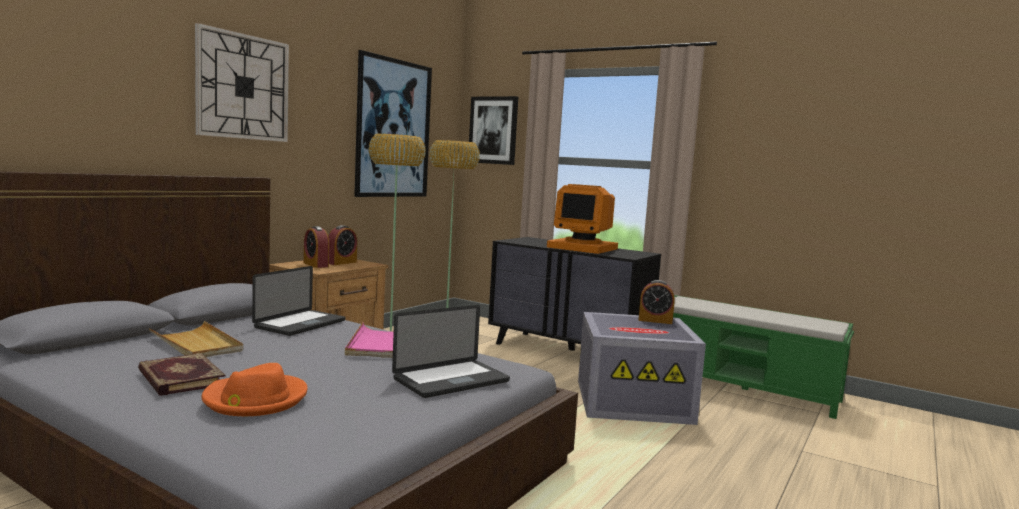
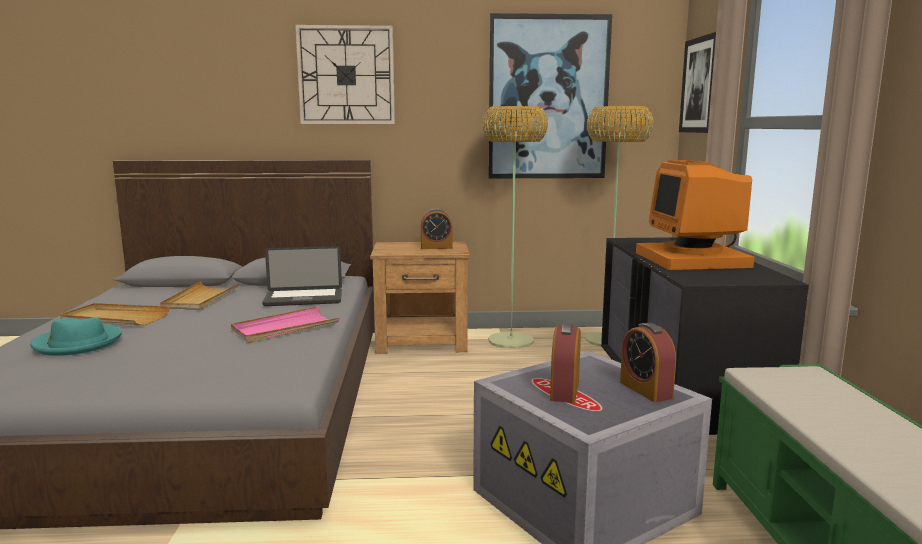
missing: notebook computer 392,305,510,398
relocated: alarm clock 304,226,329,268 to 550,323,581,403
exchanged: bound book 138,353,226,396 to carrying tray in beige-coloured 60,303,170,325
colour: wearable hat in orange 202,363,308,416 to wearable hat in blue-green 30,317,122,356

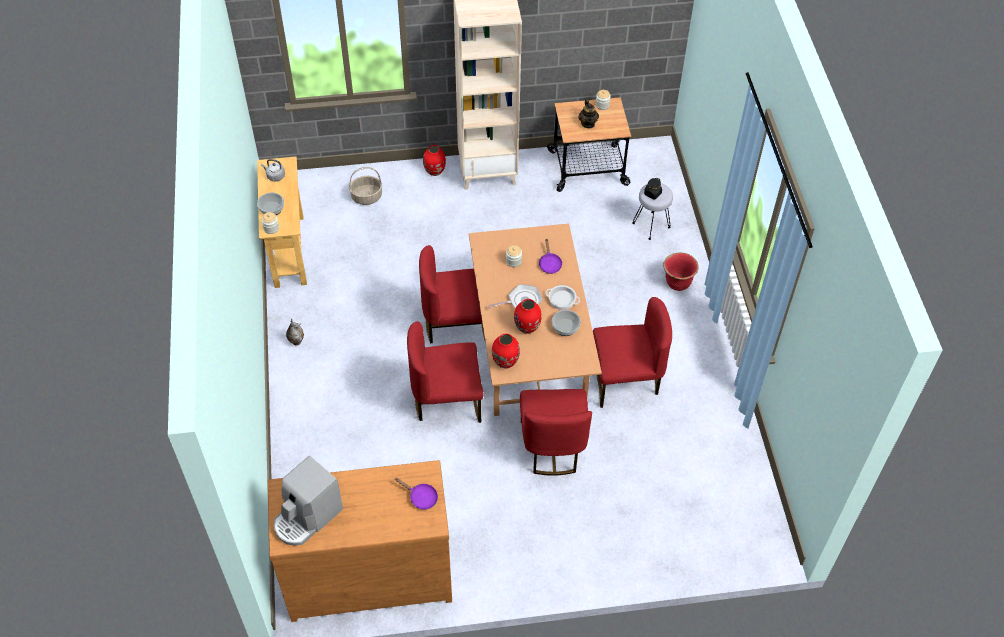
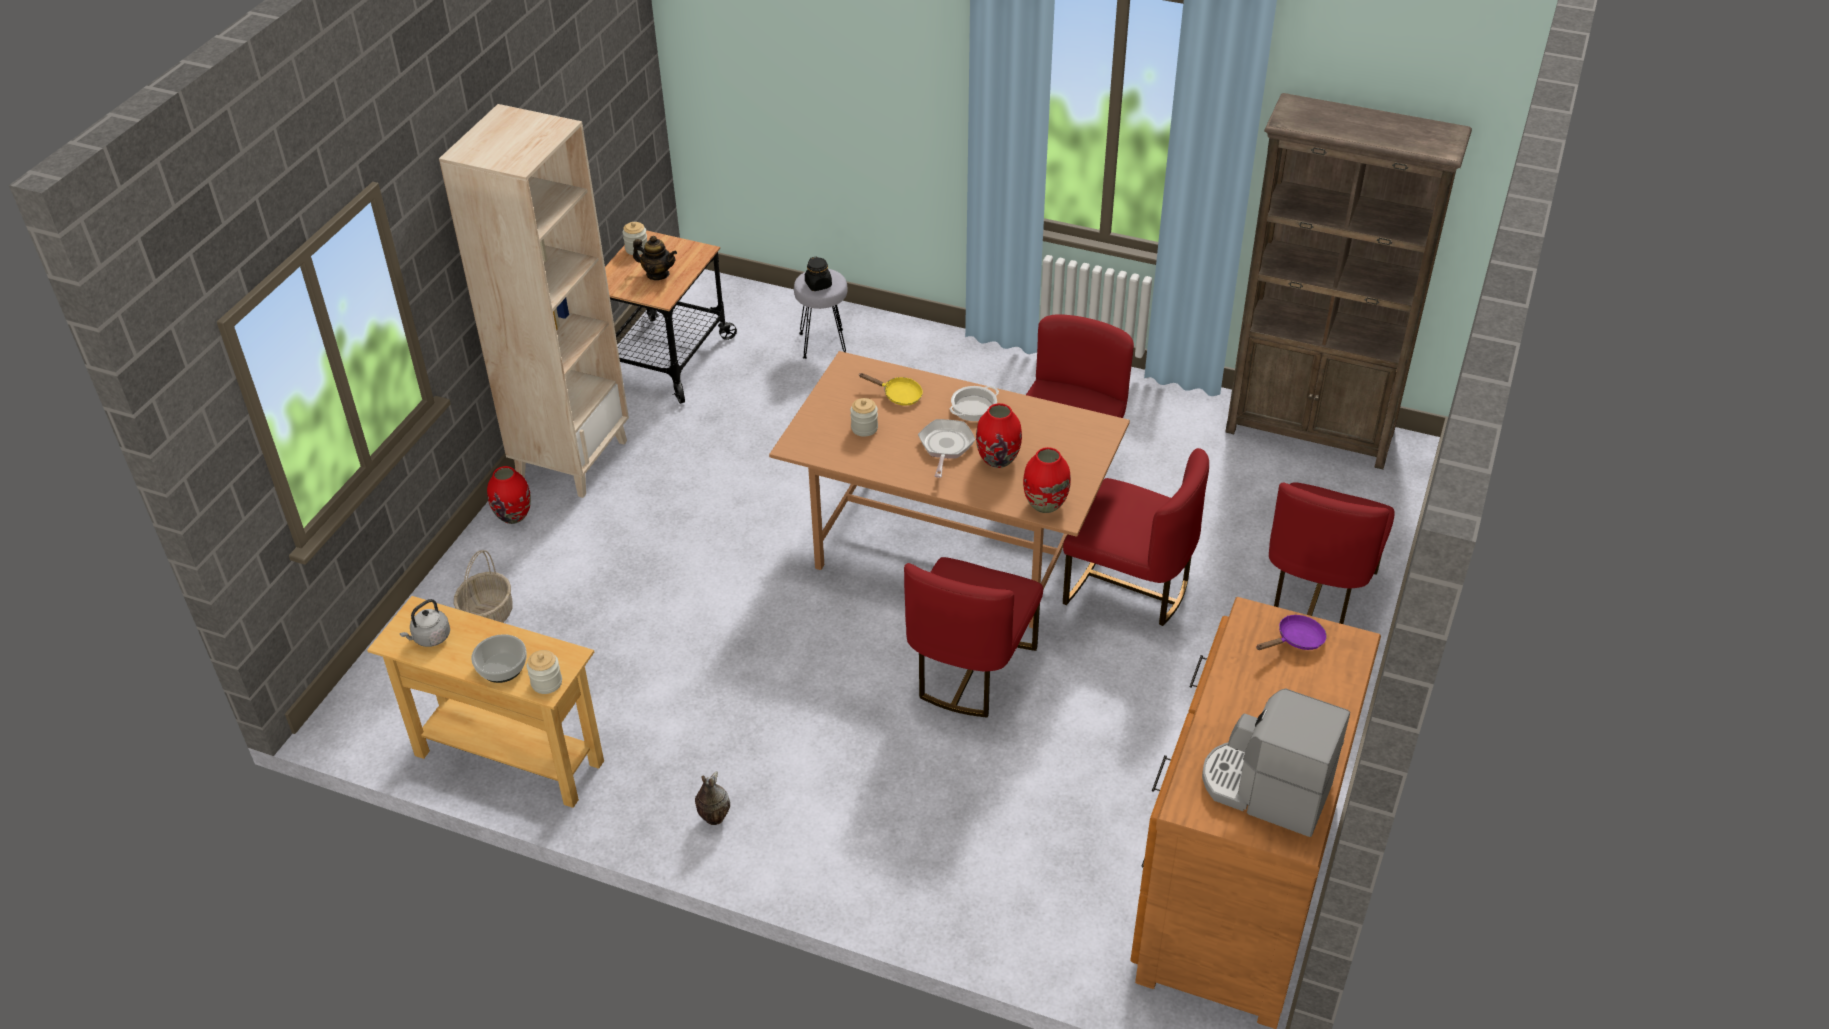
missing: flower pot in reddish 663,253,699,291; bowl 552,310,581,336
appeared: bookshelf in brown 1225,93,1472,470
relocated: upright chair in reddish 419,245,485,343 to 1269,482,1395,624
colour: frying pan in purple-coloured 539,238,562,274 to frying pan in yellow-coloured 859,373,923,406
spun: coffee brewer 274,456,343,546 = 1202,688,1350,837 135 degrees clockwise

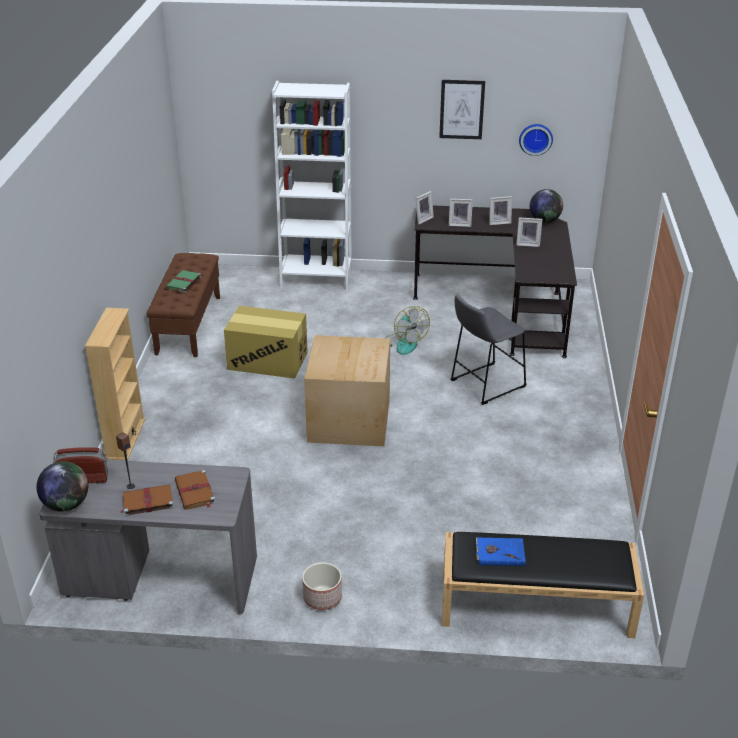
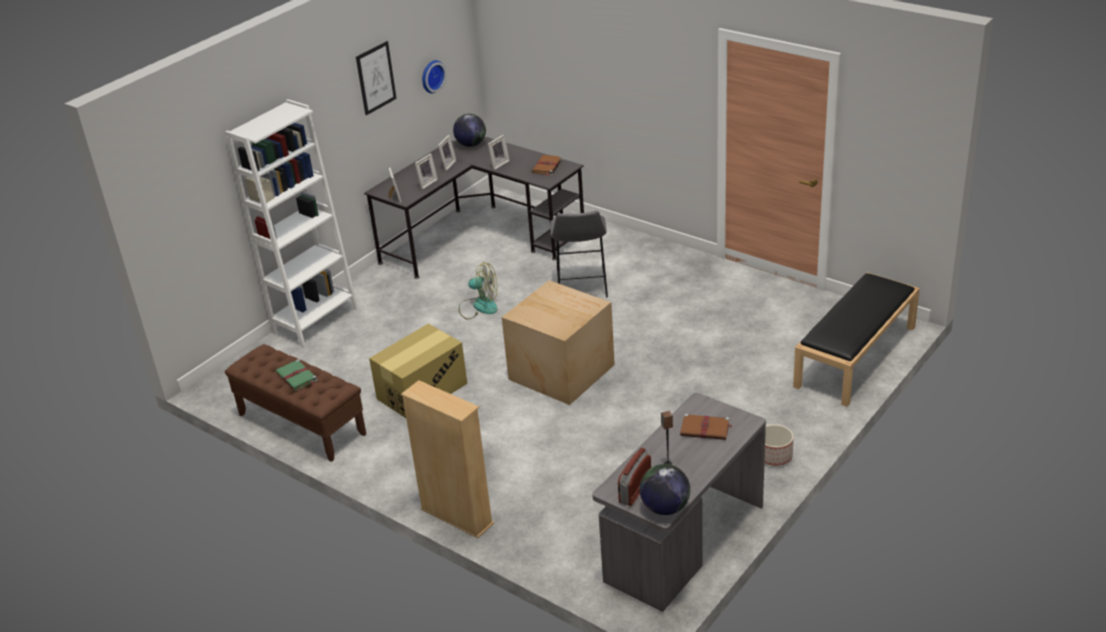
missing: bound book in blue 476,537,526,566
relocated: bound book in brown 121,485,174,516 to 531,155,562,176

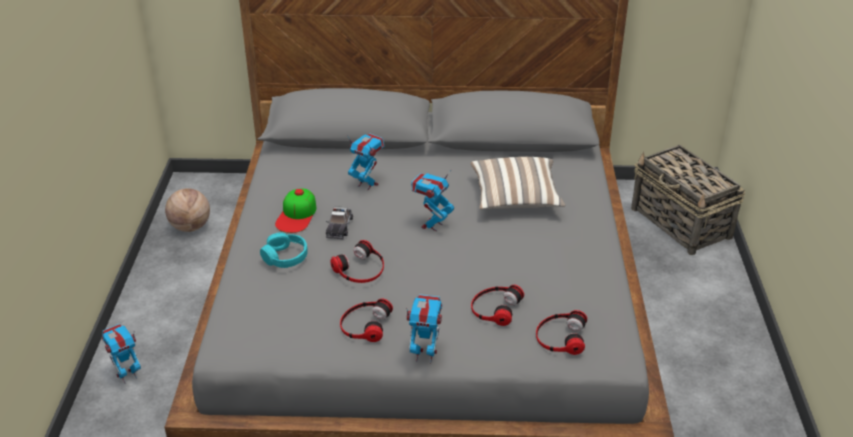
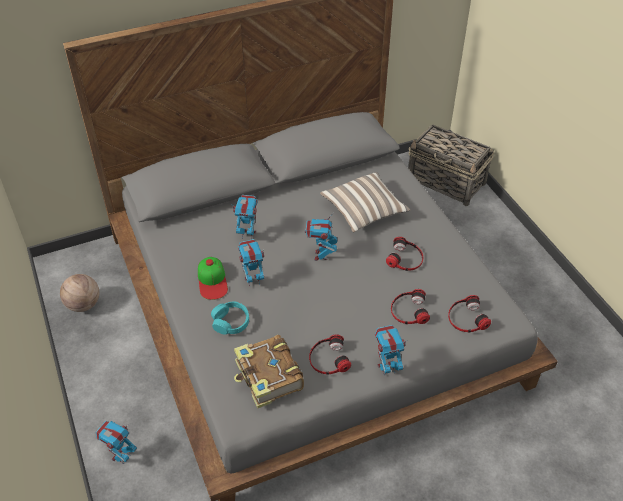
appeared: bound book 234,335,304,409
relocated: headphones 331,240,384,283 to 386,237,423,271
exchanged: toy car 326,206,353,239 to toy robot 238,239,264,286

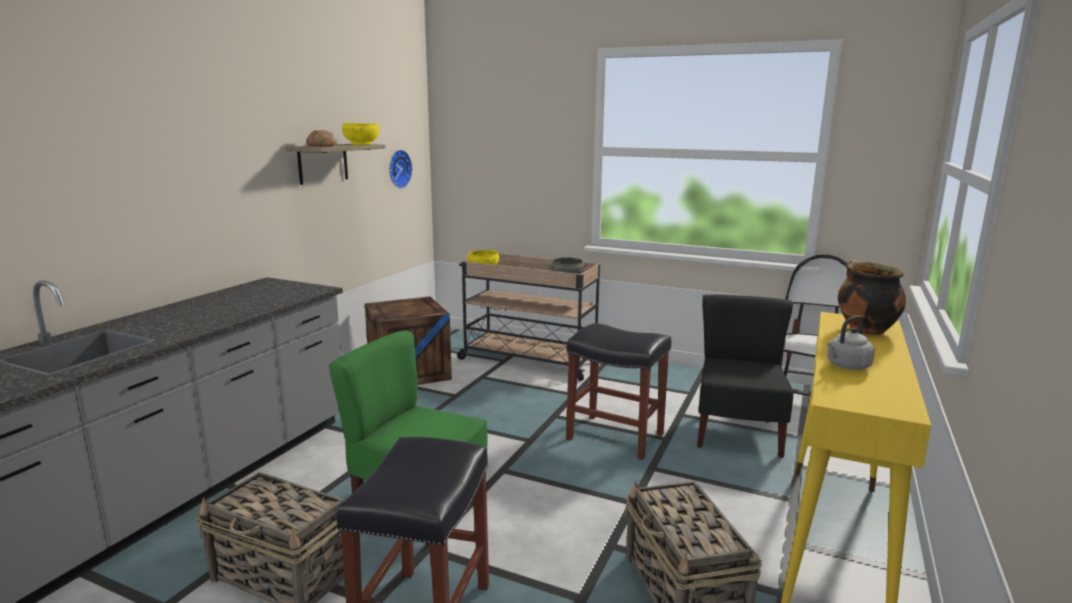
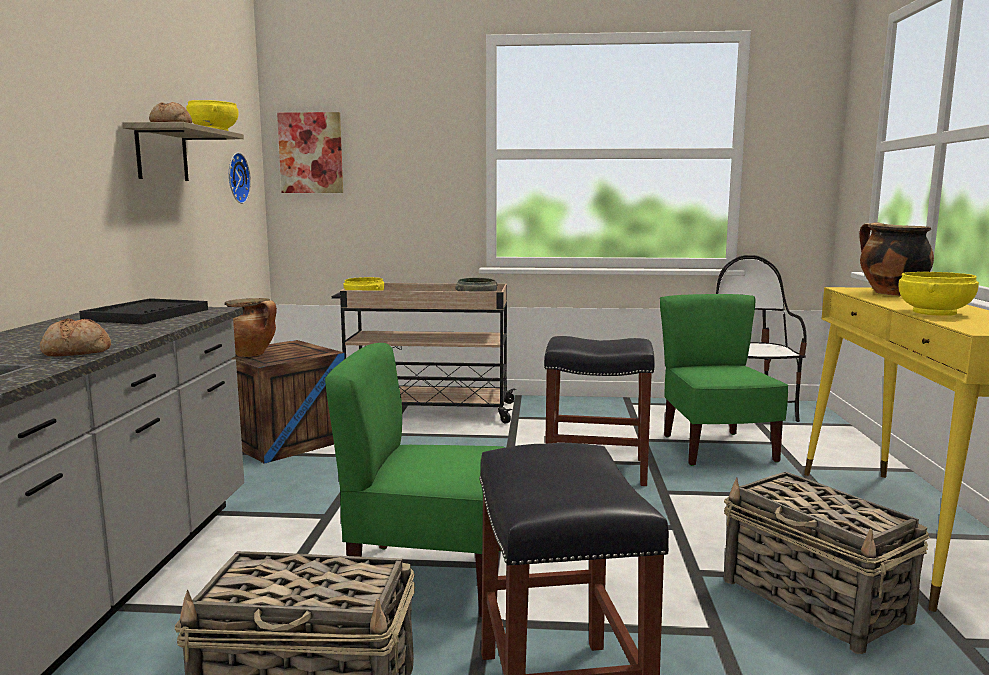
appeared: wall picture 277,112,343,193; carrying tray in black-coloured 79,298,208,324; saucepot 225,298,277,357; bread 40,319,111,356
exchanged: tea kettle in grey 827,316,875,370 to bowl in yellow-coloured 899,272,979,316
colour: upright chair in black-coloured 697,295,794,458 to upright chair in greenish 660,294,788,466

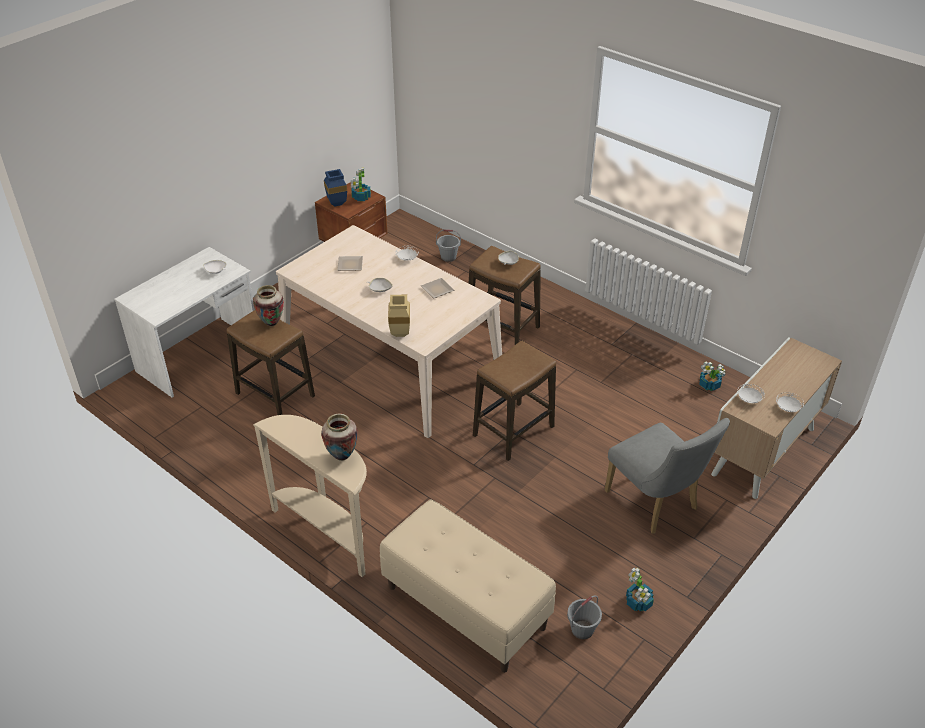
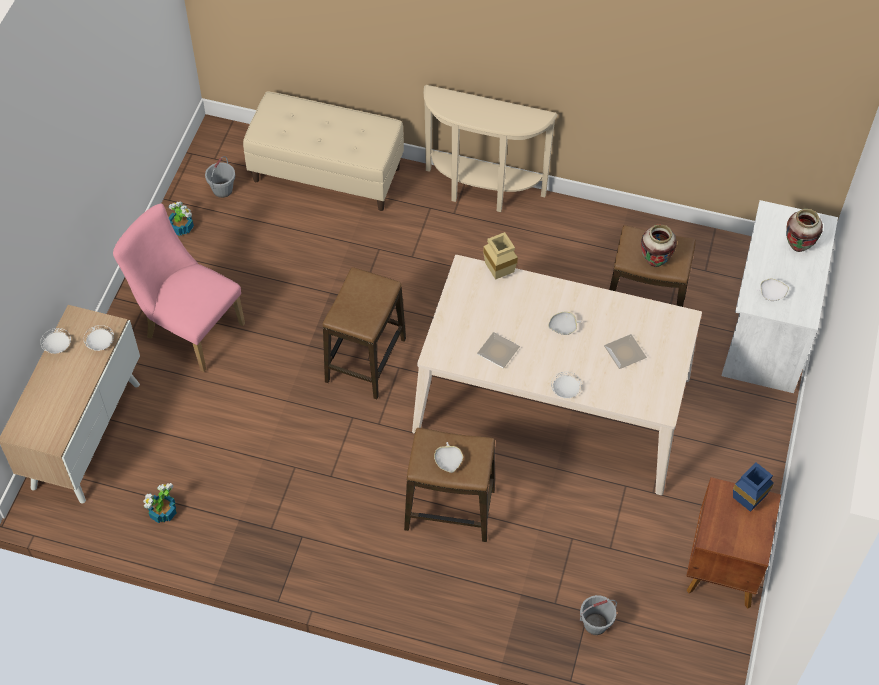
missing: plant in a pot 351,168,371,201
relocated: decorative vase 321,414,358,461 to 786,209,823,252
colour: upright chair in grey 604,418,730,534 to upright chair in pinkish 113,203,245,372

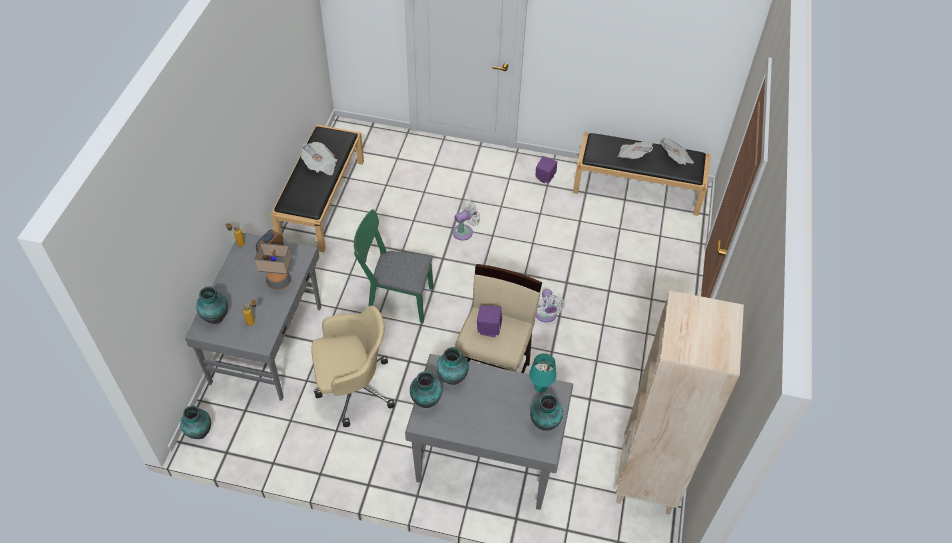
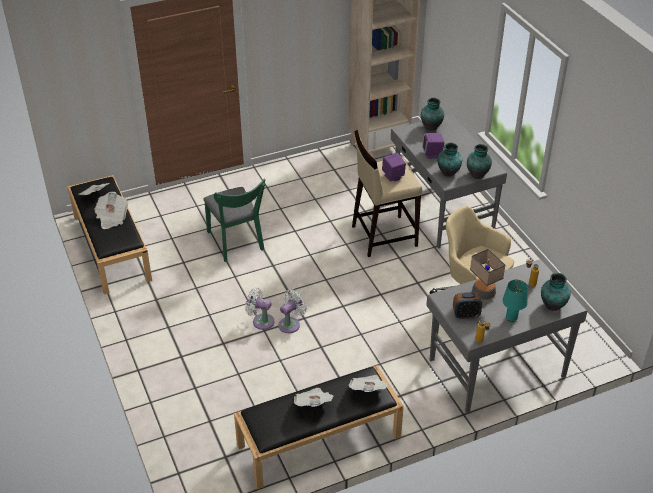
missing: decorative vase 180,405,211,439
appeared: printed paper 348,375,389,392
relocated: speaker in purple-coloured 536,156,557,183 to 422,133,445,159; upright chair in greenish 354,209,433,323 to 203,179,265,262; fan in whitish 536,289,565,323 to 278,289,307,333; table lamp in blue-green 529,353,556,393 to 502,280,528,322

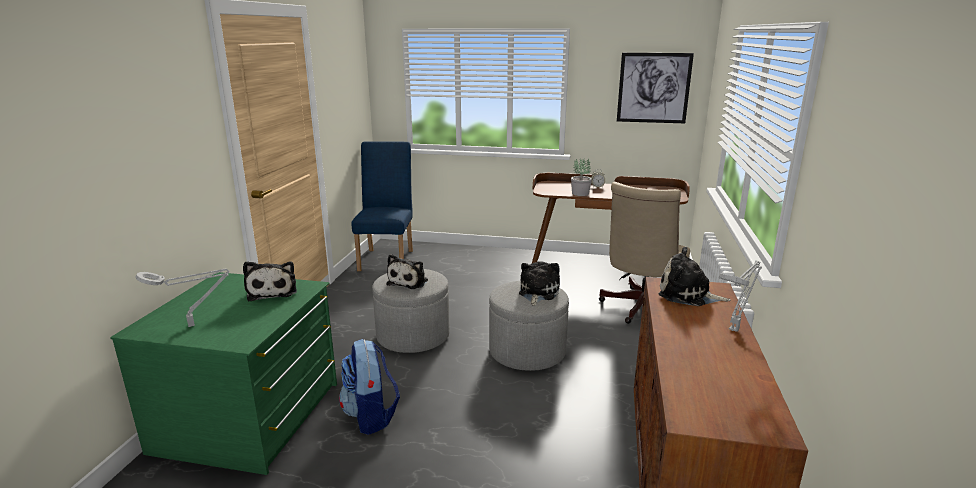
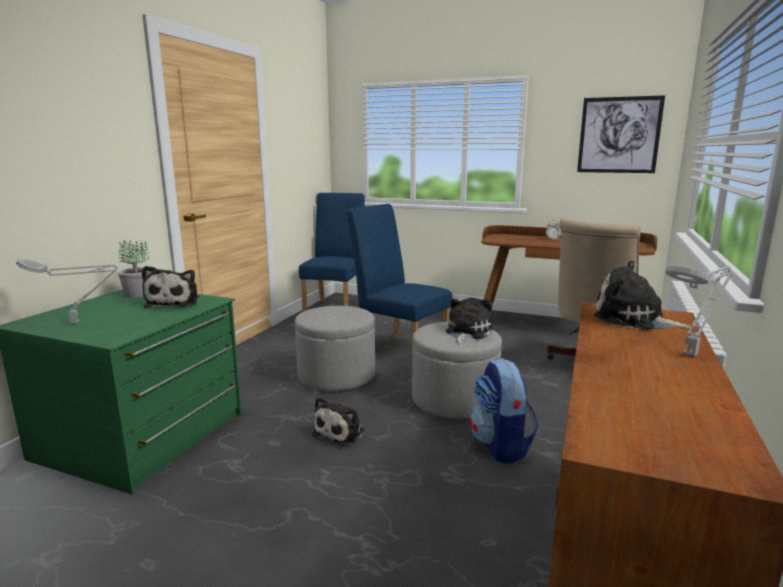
appeared: upright chair in blue 346,204,452,350
relocated: plant in a pot 571,158,592,196 to 118,240,150,298; plush toy 386,254,428,289 to 312,396,365,446; knapsack 339,339,400,435 to 470,358,539,464

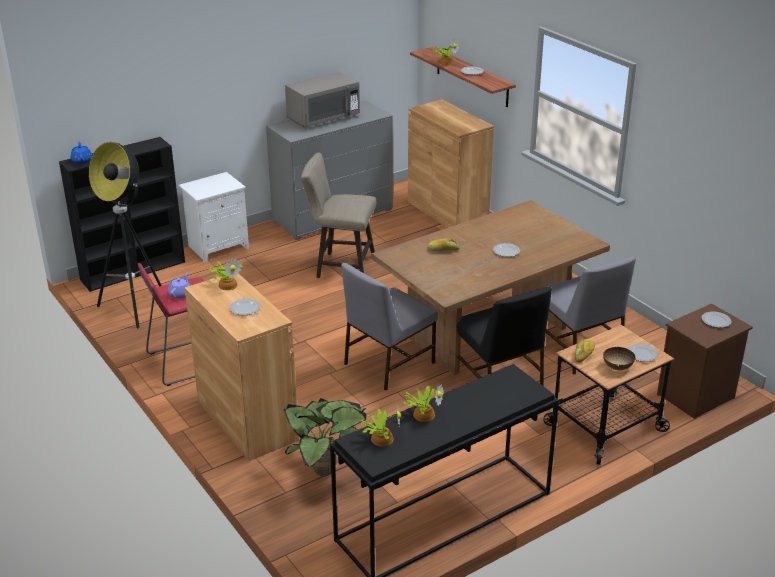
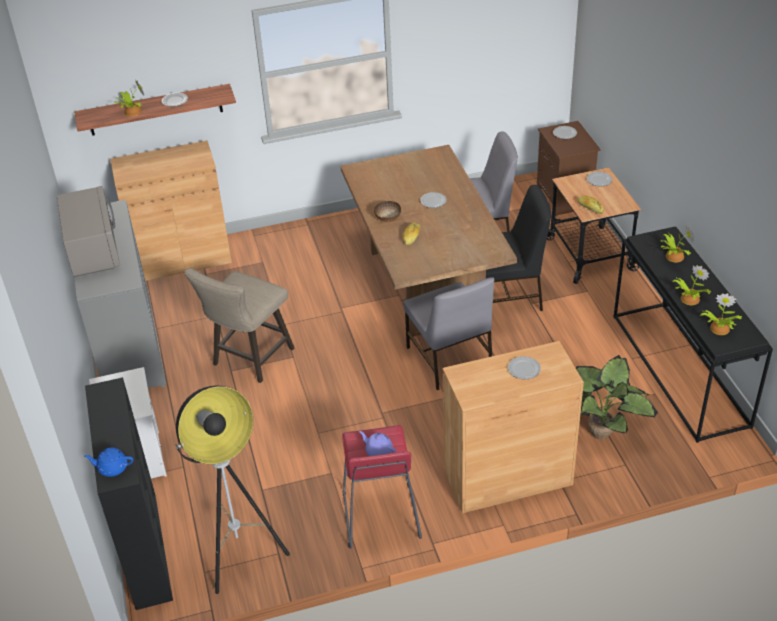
relocated: plant in a pot 209,259,245,290 to 660,226,694,262; bowl 603,347,635,370 to 374,201,401,222

